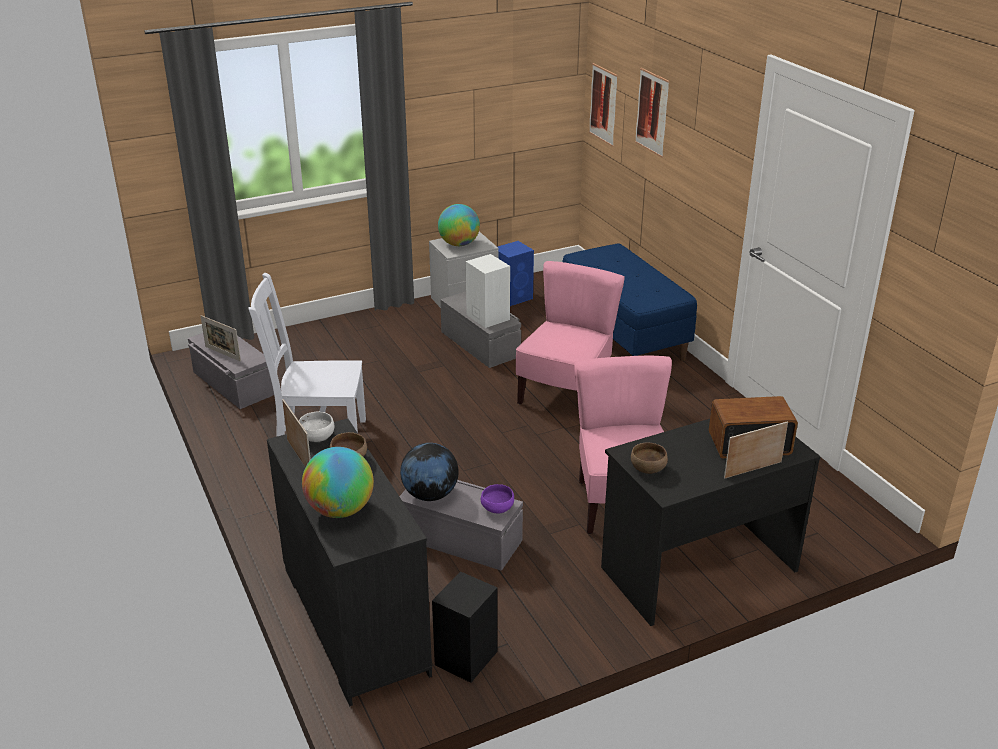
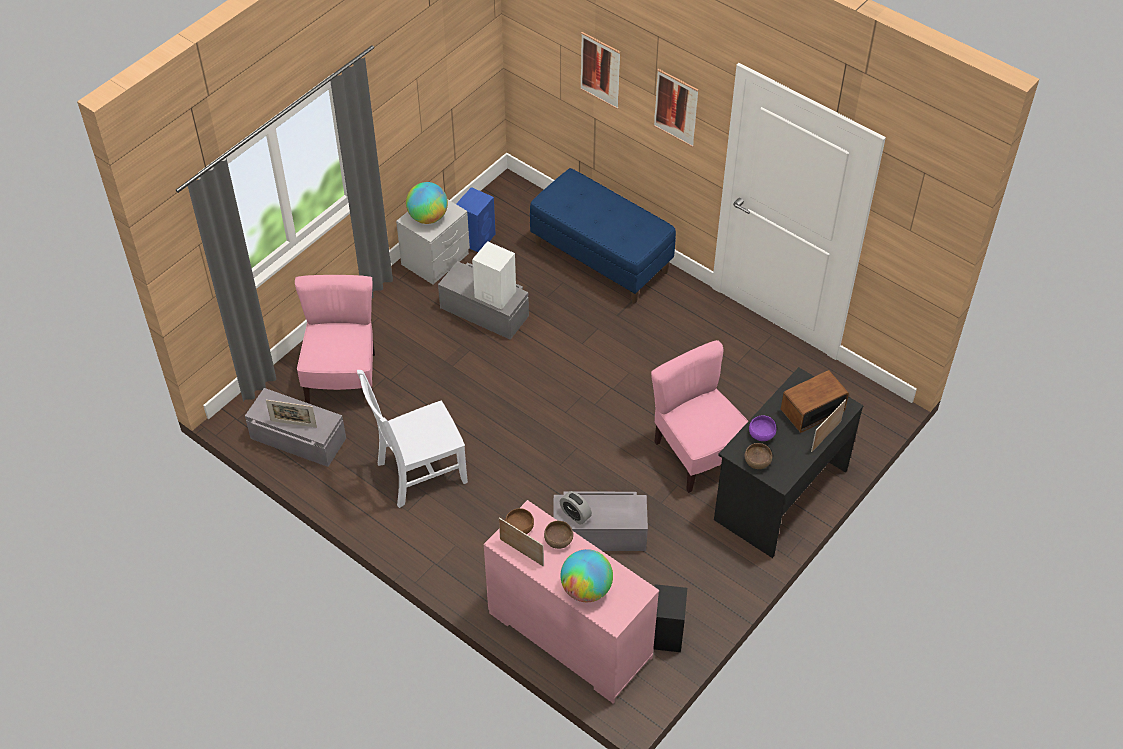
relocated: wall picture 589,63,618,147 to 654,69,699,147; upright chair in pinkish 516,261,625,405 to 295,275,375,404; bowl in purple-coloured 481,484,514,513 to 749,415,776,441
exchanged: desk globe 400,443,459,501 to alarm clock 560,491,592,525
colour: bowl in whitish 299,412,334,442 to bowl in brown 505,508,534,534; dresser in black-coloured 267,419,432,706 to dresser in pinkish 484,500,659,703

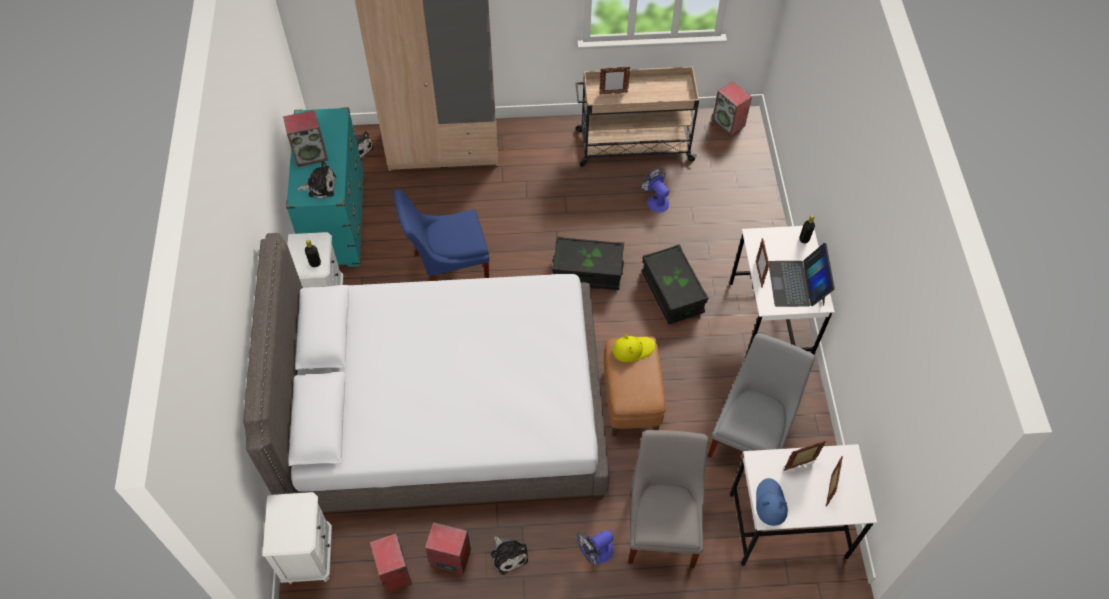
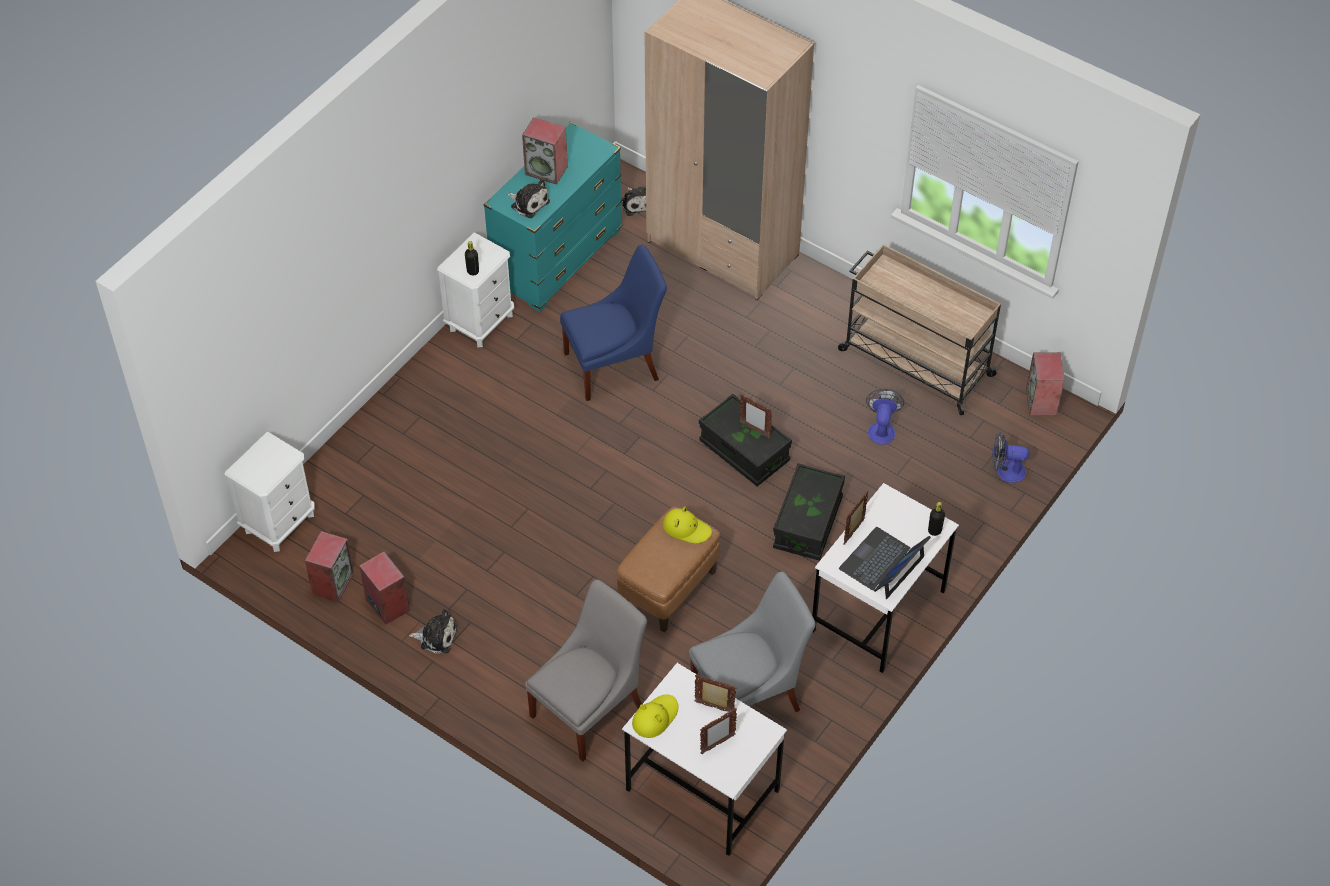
missing: bedroom bed in grey 243,233,610,512
relocated: picture frame 599,66,630,94 to 740,395,772,438; fan 576,530,614,566 to 992,432,1029,483
colour: wearable hat in blue 756,478,788,526 to wearable hat in yellow-coloured 632,694,678,738
spun: upright chair in blue 394,189,490,281 = 560,245,667,401 135 degrees clockwise; plush toy 491,536,528,575 = 409,609,457,654 90 degrees counterclockwise

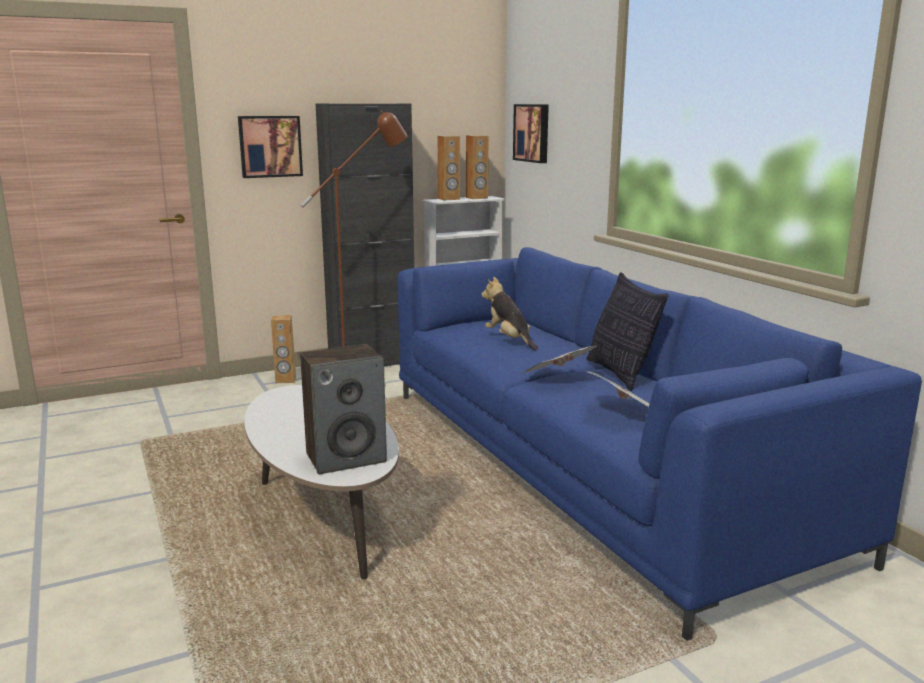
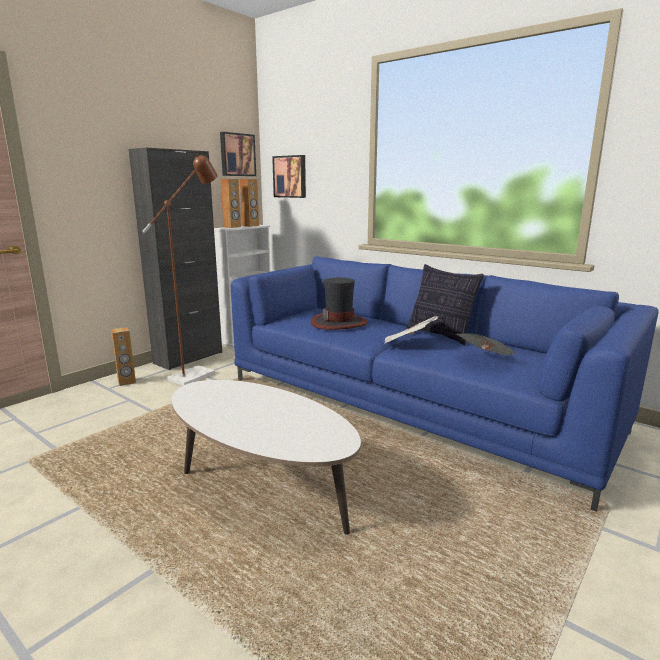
missing: speaker 300,344,387,474
relocated: wall picture 238,116,303,178 to 220,132,256,176
exchanged: plush toy 481,277,538,351 to wearable hat 311,278,368,330

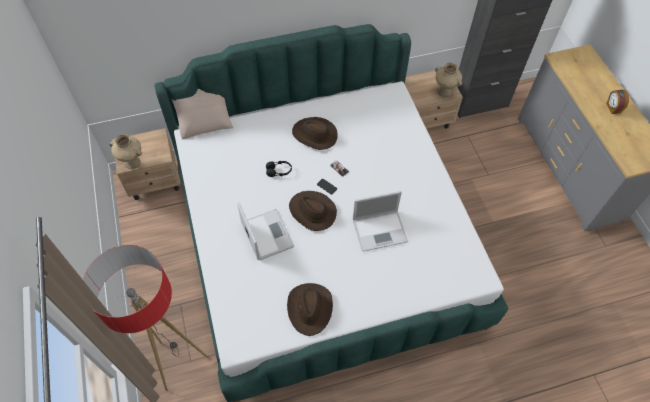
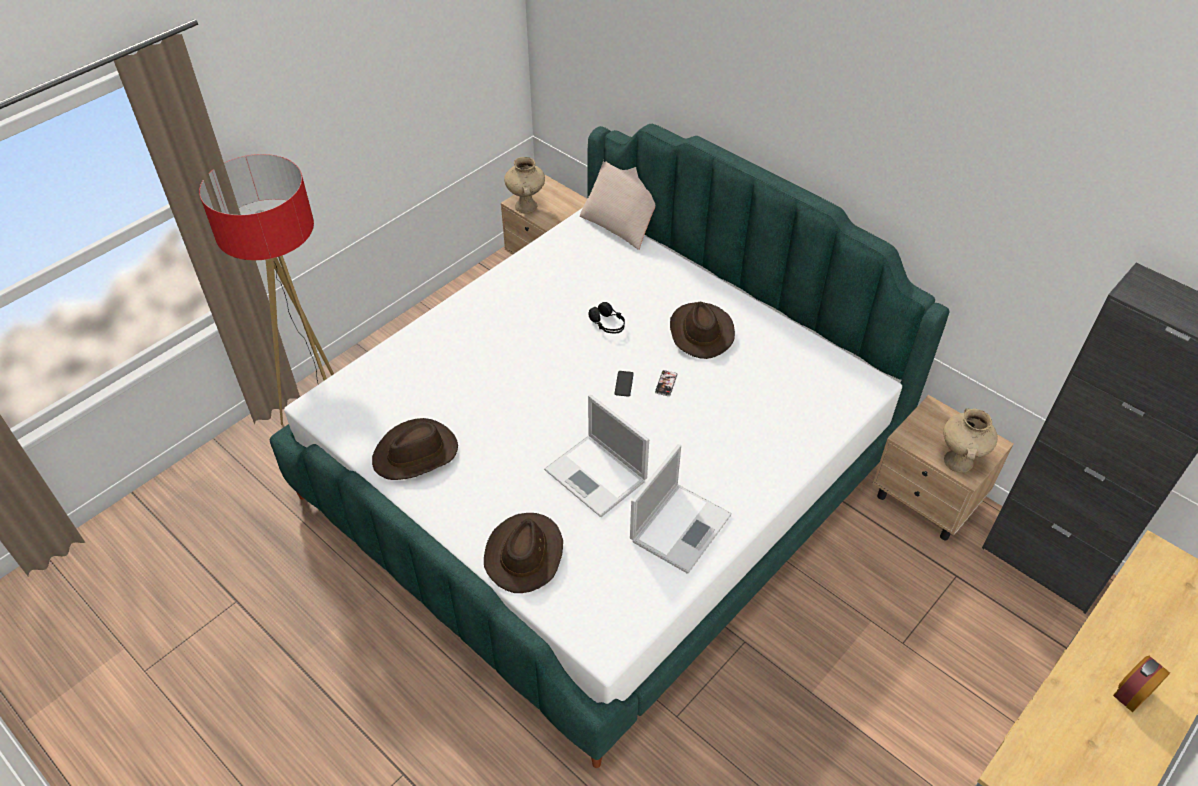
relocated: wearable hat in brown 289,191,337,231 to 484,513,563,593; notebook computer 237,203,294,260 to 630,444,732,574

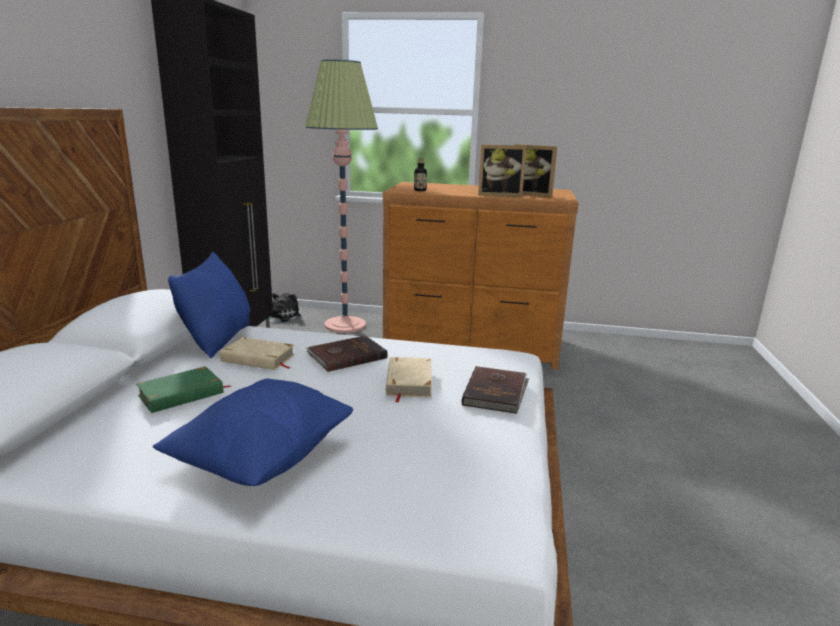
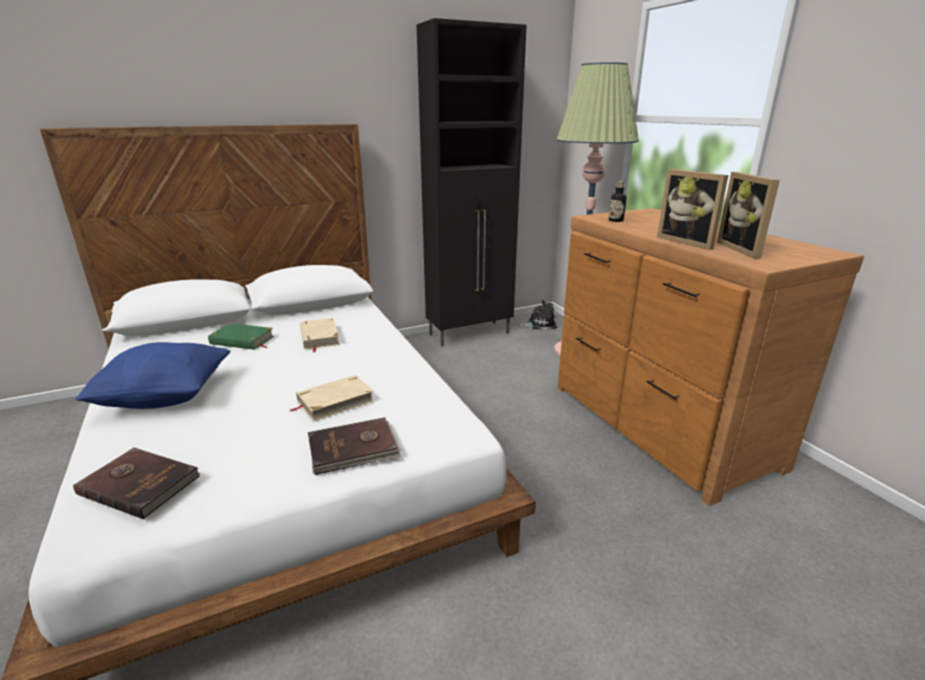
missing: pillow in blue 168,252,250,358
relocated: bound book in brown 306,335,388,372 to 73,447,200,519

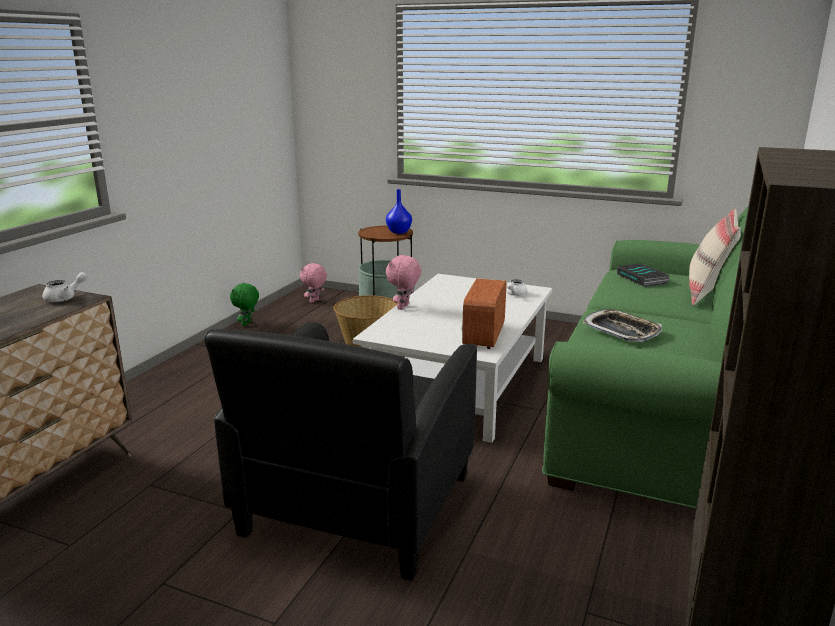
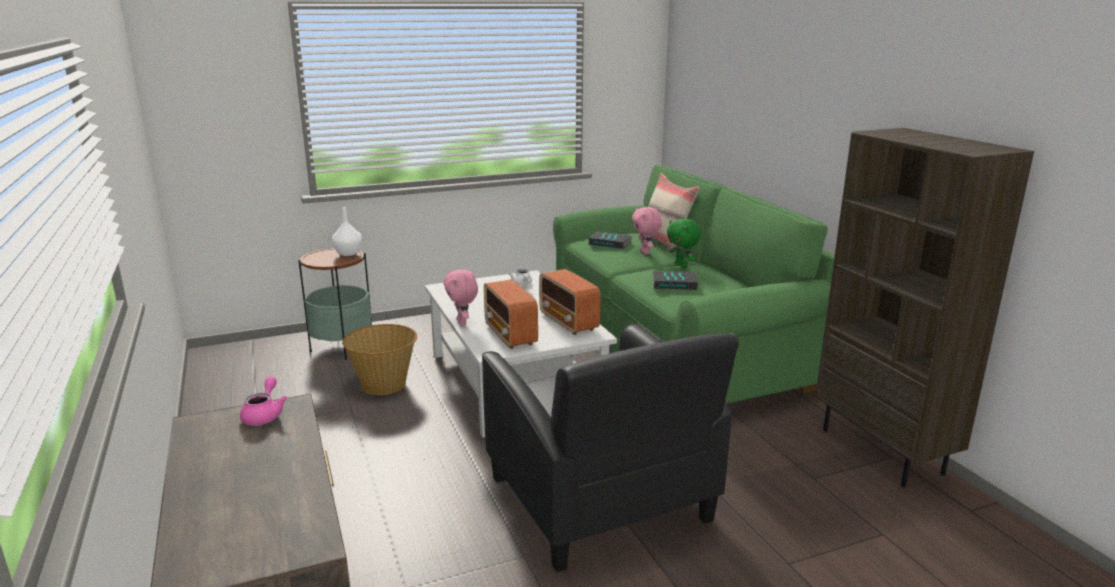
appeared: radio set 484,279,538,349
relocated: plush toy in pinkish 300,263,327,303 to 632,207,662,255; plush toy in greenish 230,282,259,326 to 667,219,701,268
exchanged: carrying tray 583,309,662,342 to bound book 652,271,698,290
colour: decorative vase in blue 386,189,412,234 to decorative vase in whitish 332,207,362,256; pot for tea in whitish 43,272,87,302 to pot for tea in pinkish 240,376,287,425

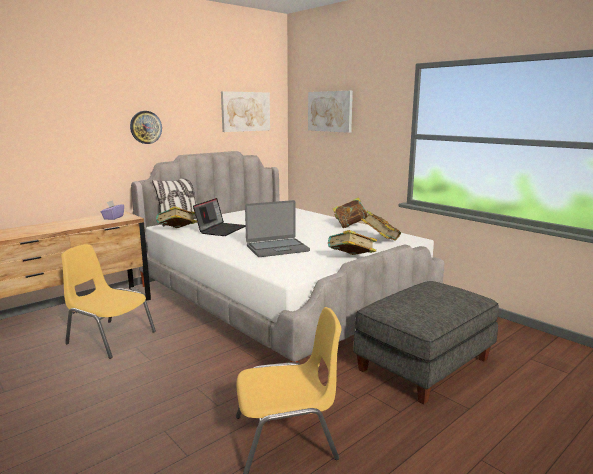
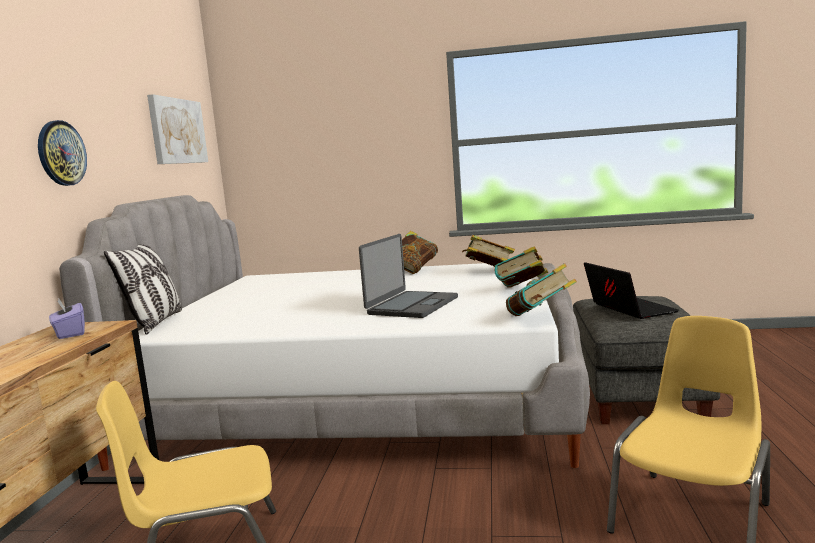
missing: wall picture 308,91,353,133
relocated: notebook computer 193,198,246,236 to 584,262,679,319; bound book 156,206,197,228 to 506,263,577,316

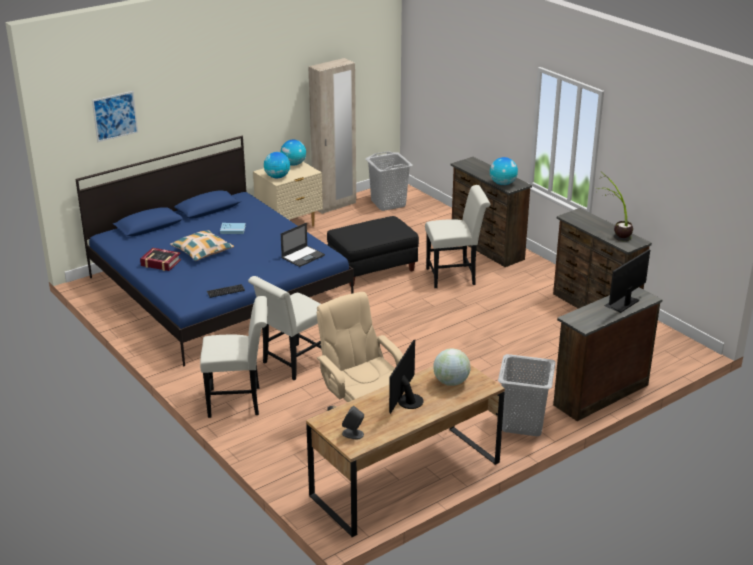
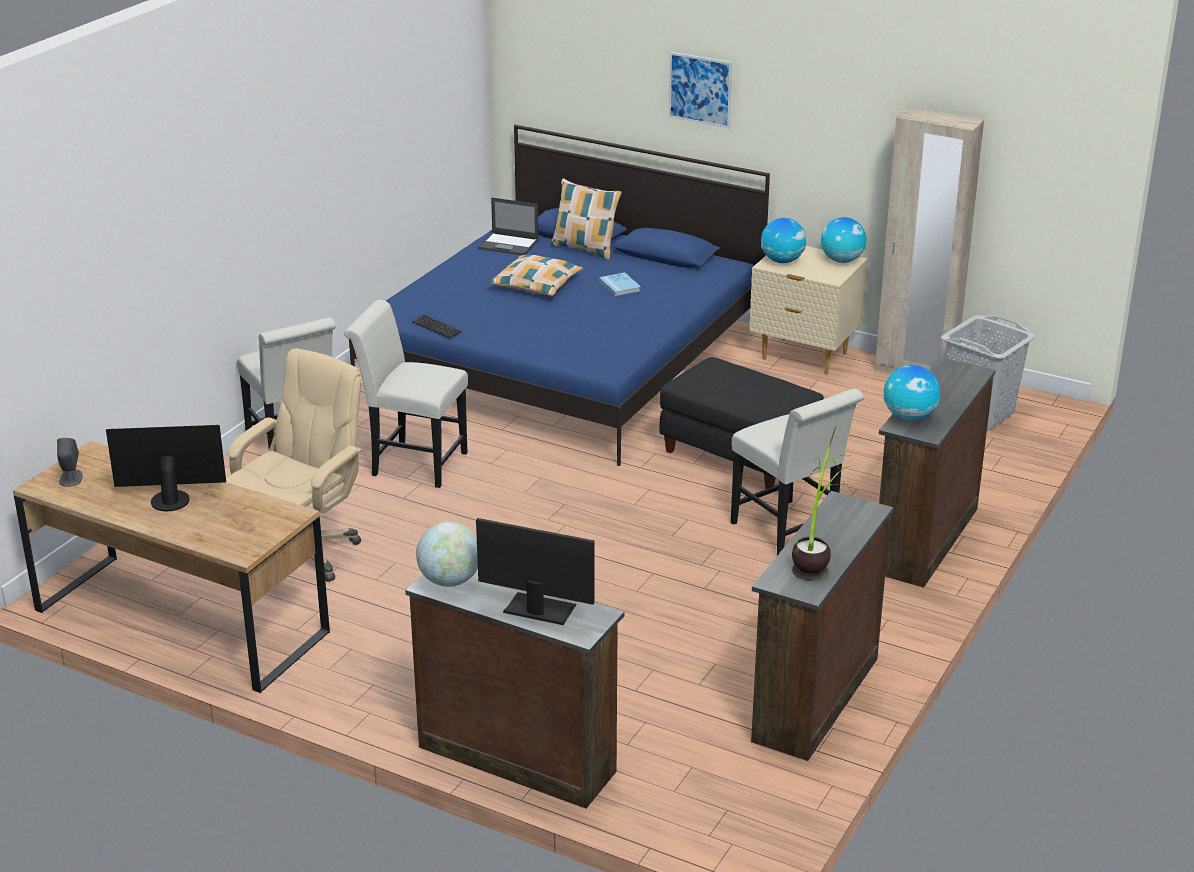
missing: bound book 140,248,181,271; washing basket in grey 498,354,556,436
appeared: pillow 550,179,622,260
relocated: wall picture 92,91,138,142 to 668,52,732,128; notebook computer 281,223,325,267 to 478,197,539,255; desk globe 433,349,471,386 to 416,522,478,587

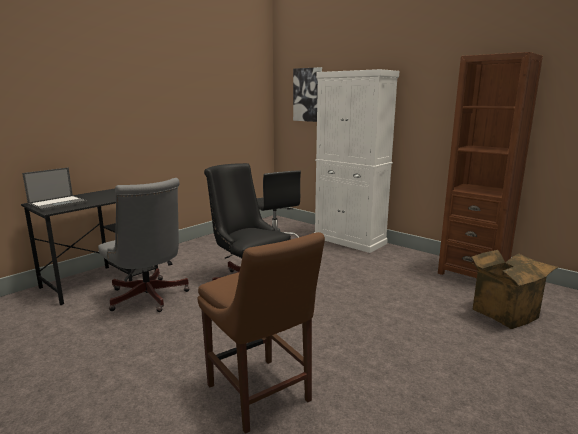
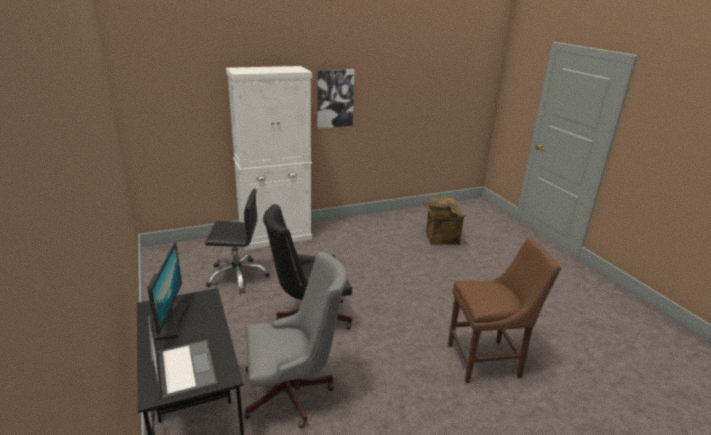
missing: bookshelf in brown 438,52,543,278
appeared: computer screen 148,242,190,340
relocated: wall picture 293,67,322,122 to 317,69,355,128

